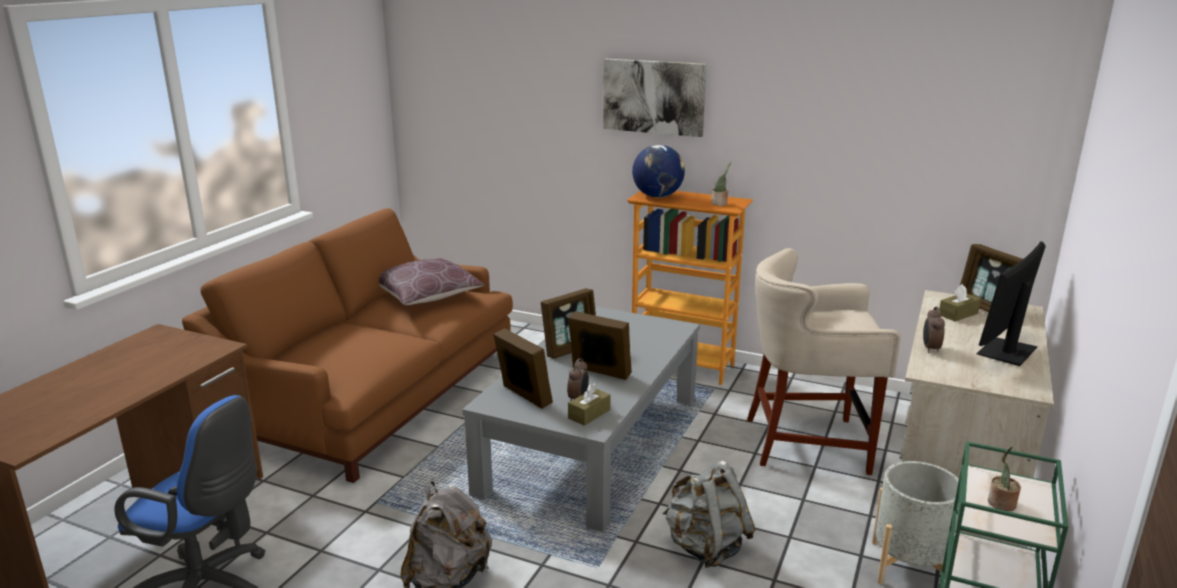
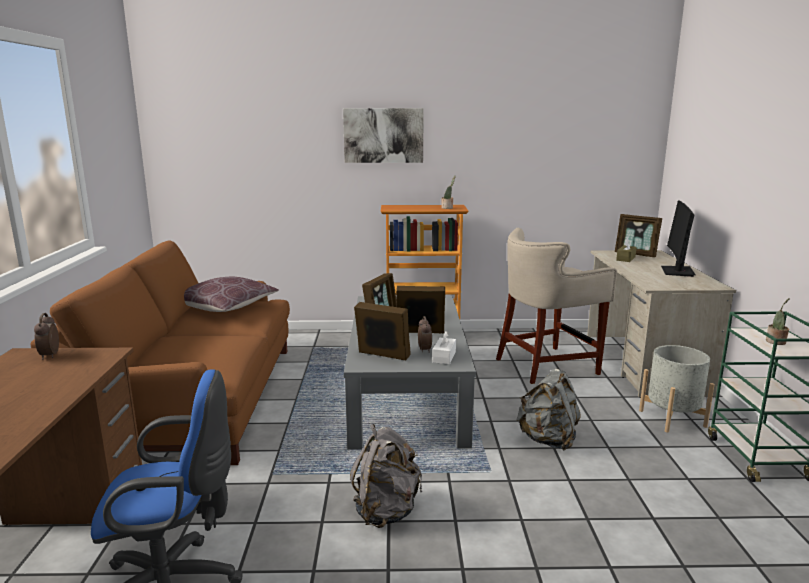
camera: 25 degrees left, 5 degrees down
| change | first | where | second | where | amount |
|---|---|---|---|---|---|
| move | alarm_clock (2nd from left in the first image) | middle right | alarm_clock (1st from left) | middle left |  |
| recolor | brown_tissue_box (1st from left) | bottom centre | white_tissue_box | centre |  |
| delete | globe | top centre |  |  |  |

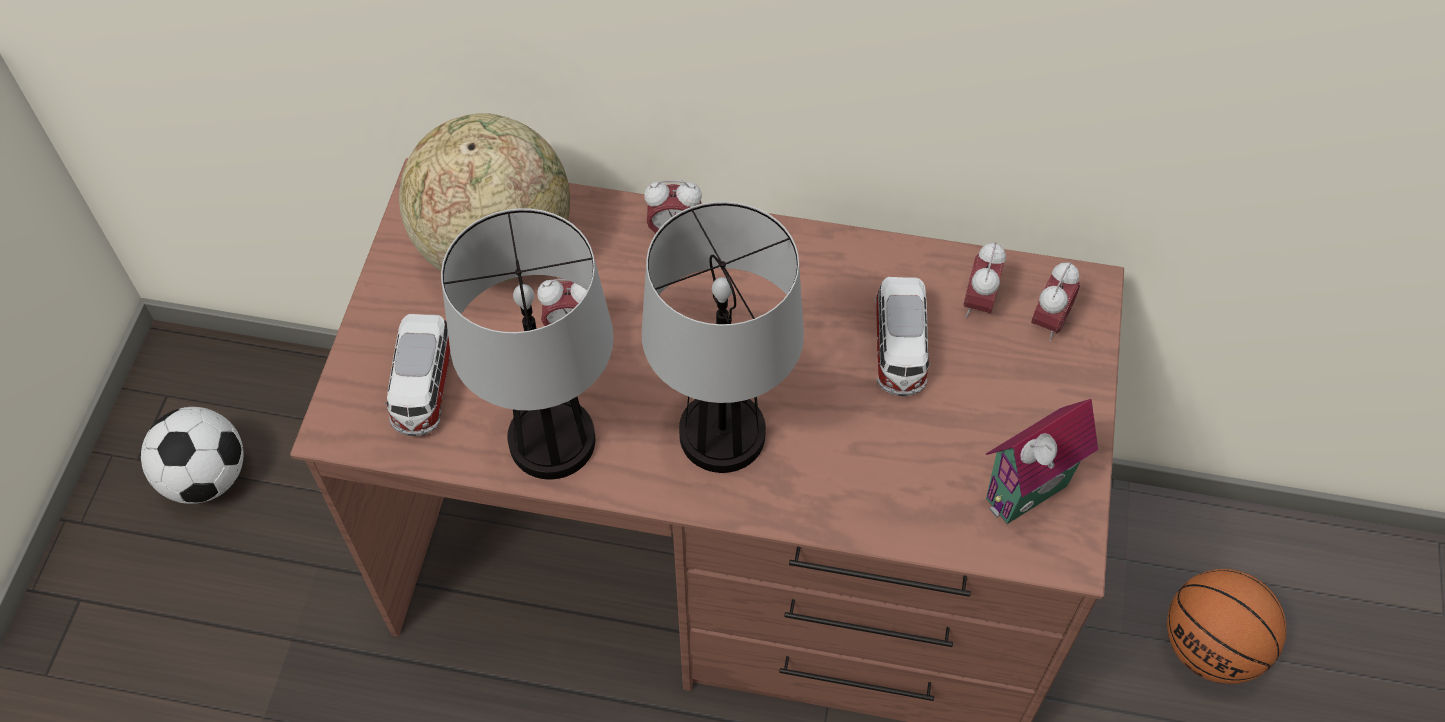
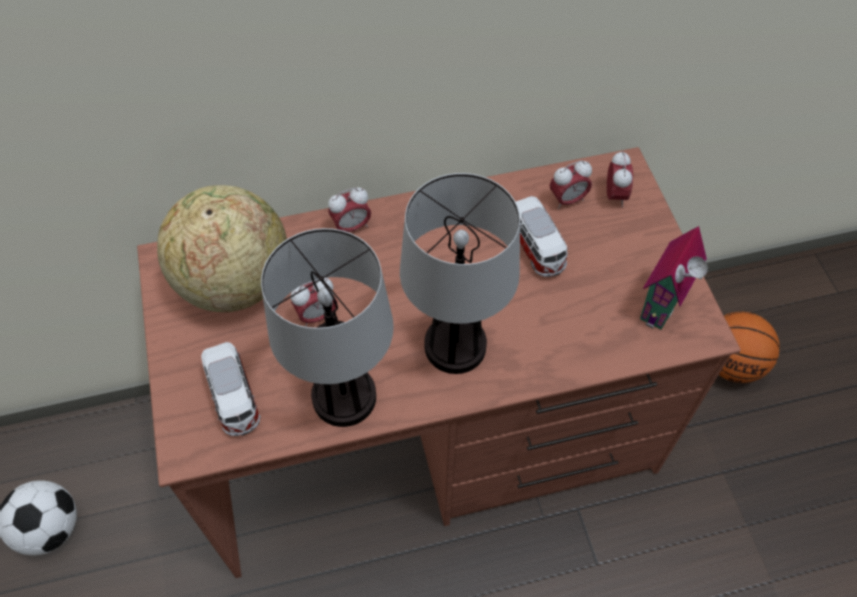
camera: 25 degrees left, 0 degrees up
| change | first | where | second | where | amount |
|---|---|---|---|---|---|
| rotate | alarm_clock (3rd from left) | middle right |  | top centre | 105 degrees counterclockwise |

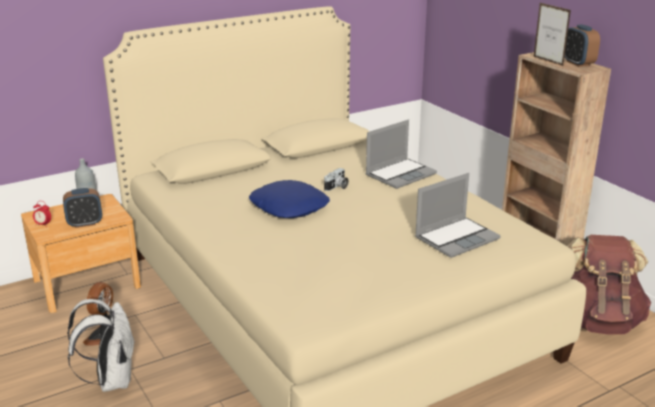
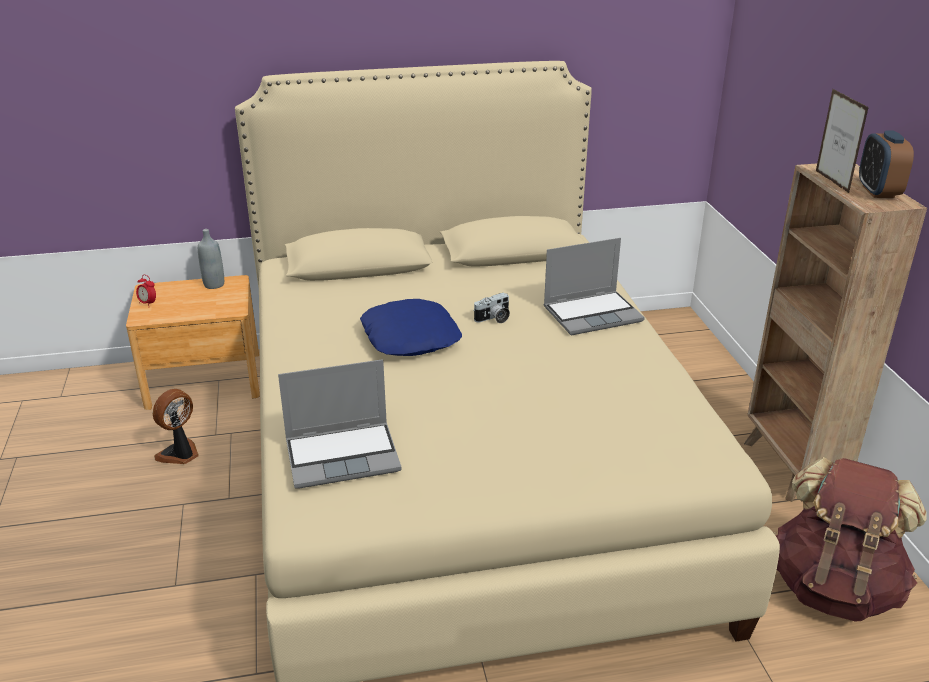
camera: 20 degrees right, 5 degrees up
| change | first | where | second | where | amount |
|---|---|---|---|---|---|
| move | laptop (2nd from left in the first image) | middle right | laptop (1st from left) | centre |  |
| delete | alarm_clock (2nd from left) | middle left |  |  |  |
| delete | white_backpack | bottom left |  |  |  |

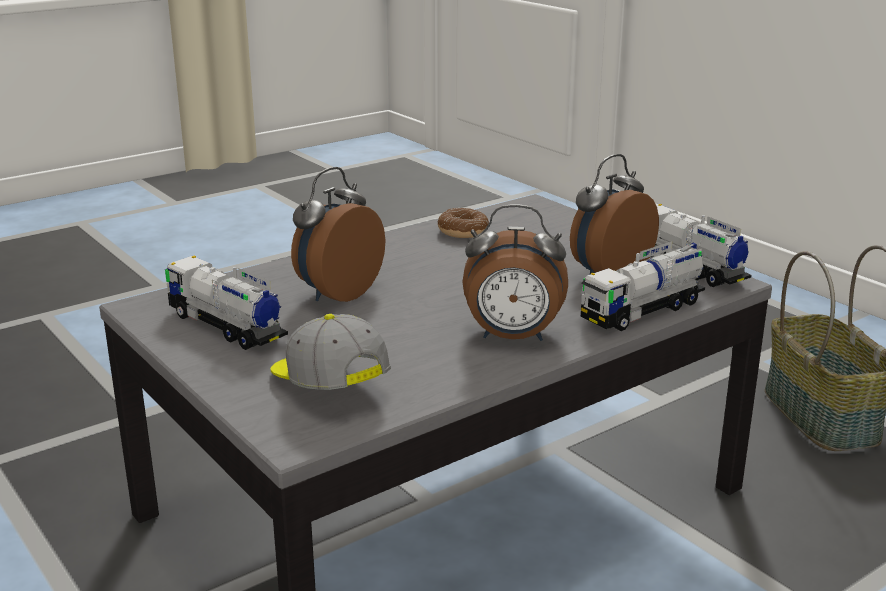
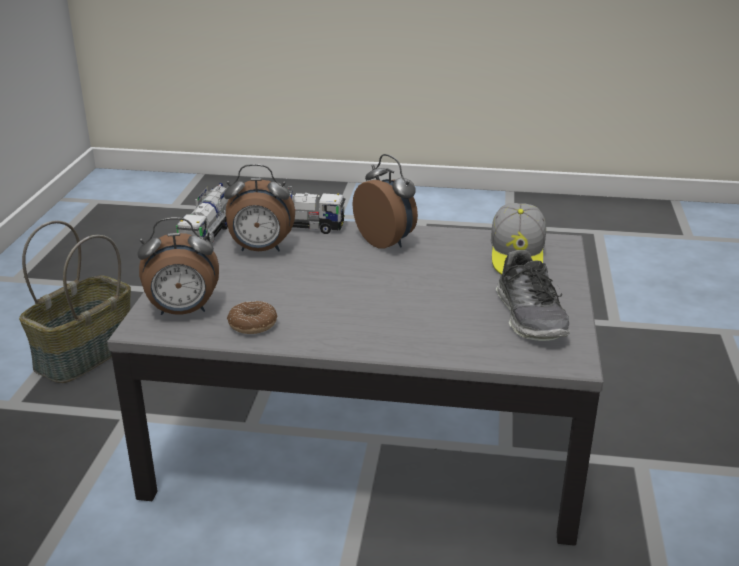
camera: 135 degrees left, 5 degrees up
| change | first | where | second | where | amount |
|---|---|---|---|---|---|
| move | alarm_clock (1st from left) | centre |  | middle left |  |
| replace | toy_truck (1st from left) | middle left | shoe | middle right |  |

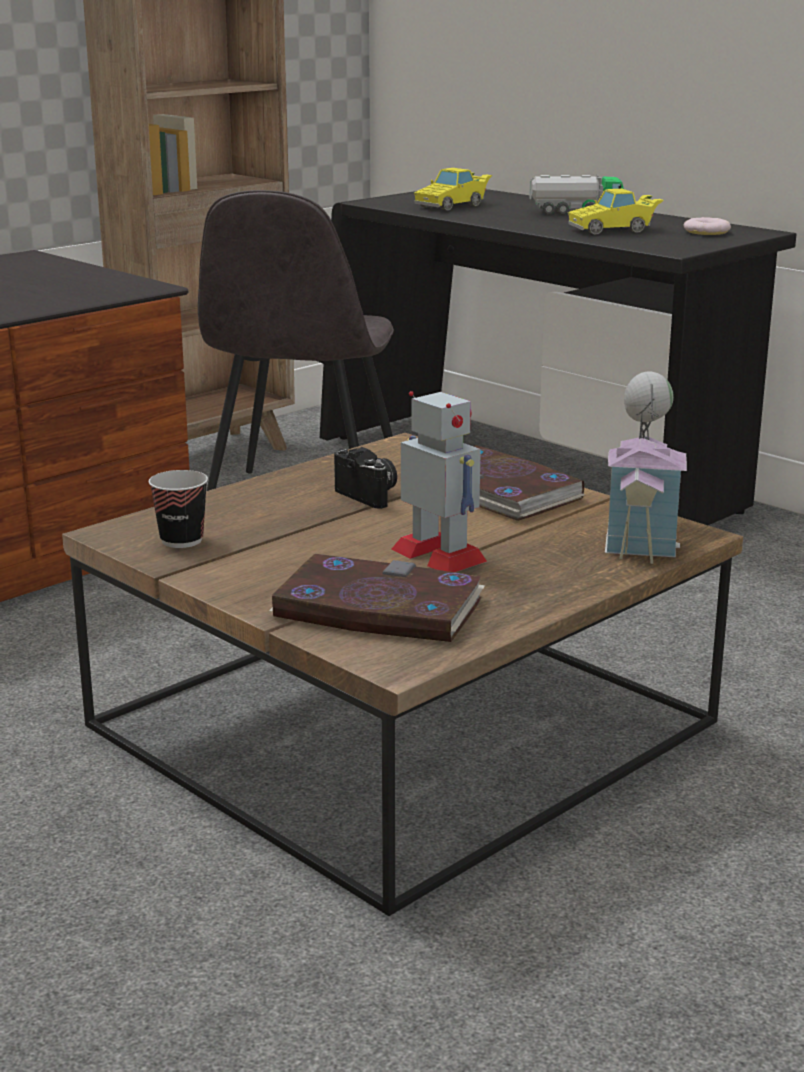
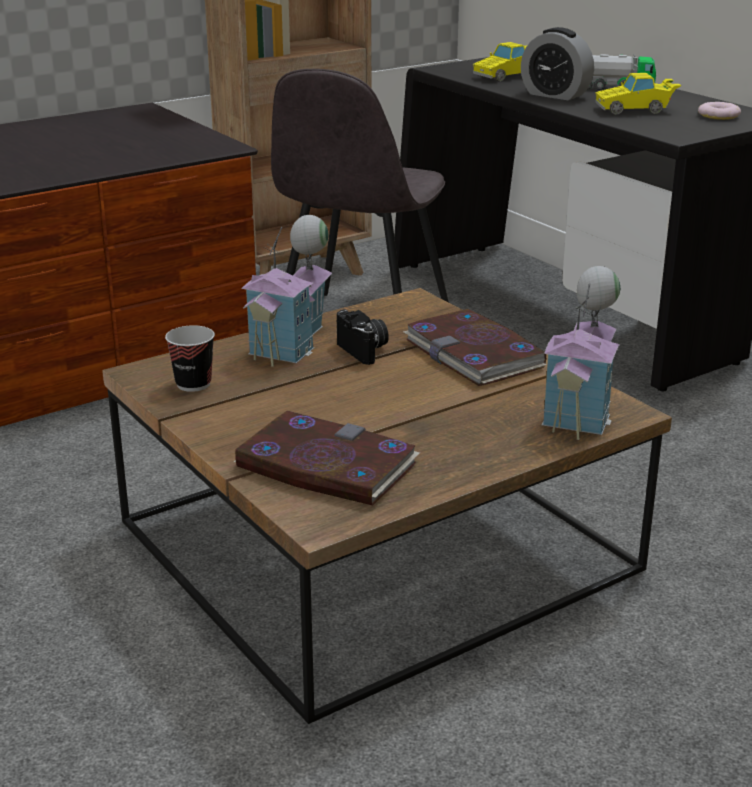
camera: 10 degrees right, 5 degrees up
| change | first | where | second | where | amount |
|---|---|---|---|---|---|
| insert |  |  | toy_house (1st from left) | centre |  |
| insert |  |  | alarm_clock | top right |  |
| delete | toy_robot | centre |  |  |  |

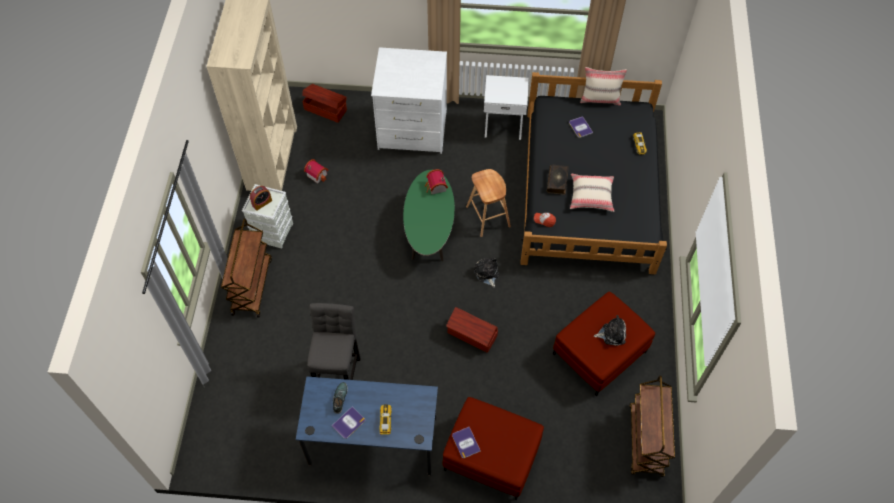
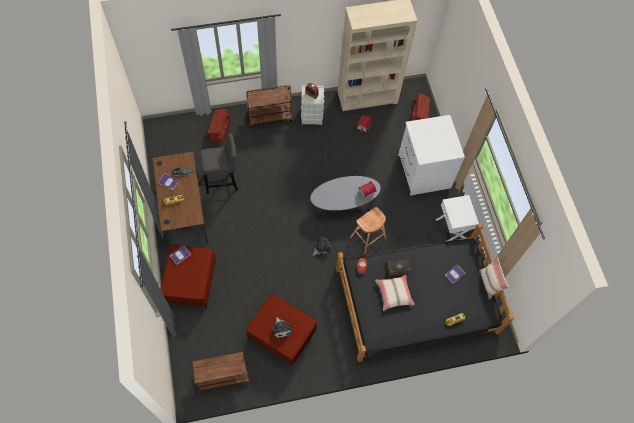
camera: 70 degrees right, 5 degrees up
| change | first | where | second | where | amount |
|---|---|---|---|---|---|
| recolor | blue_desk | bottom centre | brown_desk | middle left |  |
| move | brown_storage_box (2nd from left in the first image) | centre | brown_storage_box (1st from left) | top centre |  |
| recolor | green_coffee_table | centre | grey_coffee_table | centre |  |

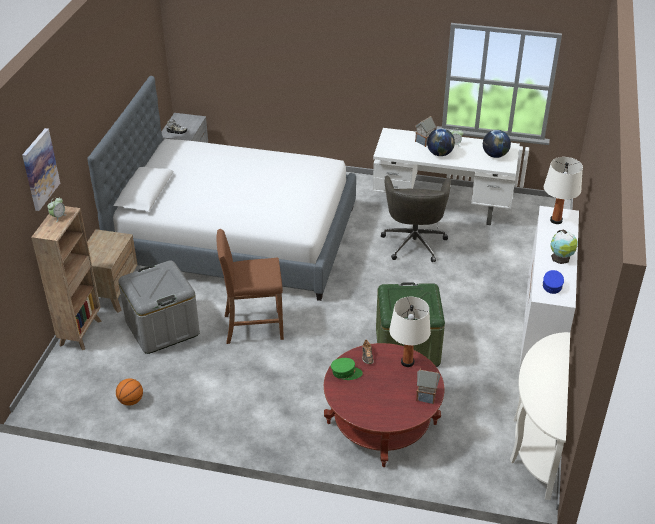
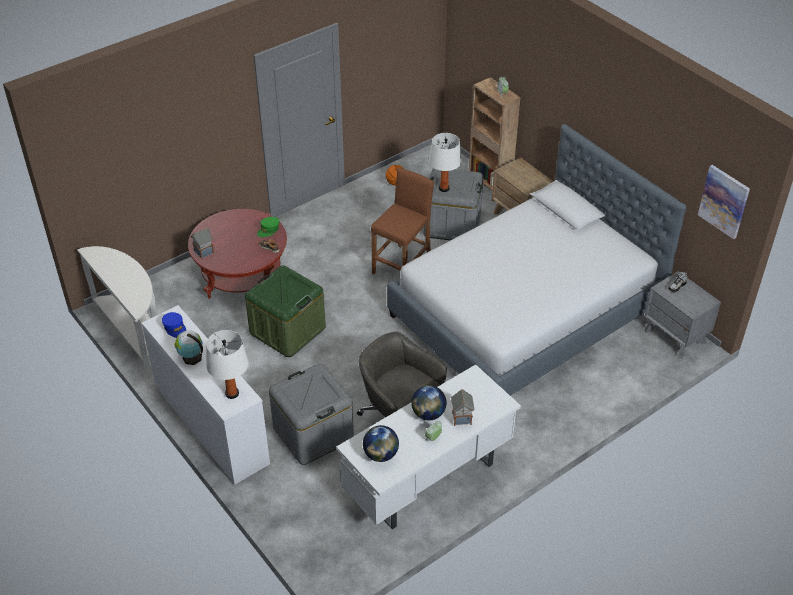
camera: 130 degrees right, 5 degrees up
| change | first | where | second | where | amount |
|---|---|---|---|---|---|
| insert |  |  | grey_storage_box (1st from left) | bottom centre |  |
| move | white_table_lamp (1st from left in the first image) | centre | white_table_lamp (2nd from left) | top centre |  |
| move | picture | top left |  | middle right |  |

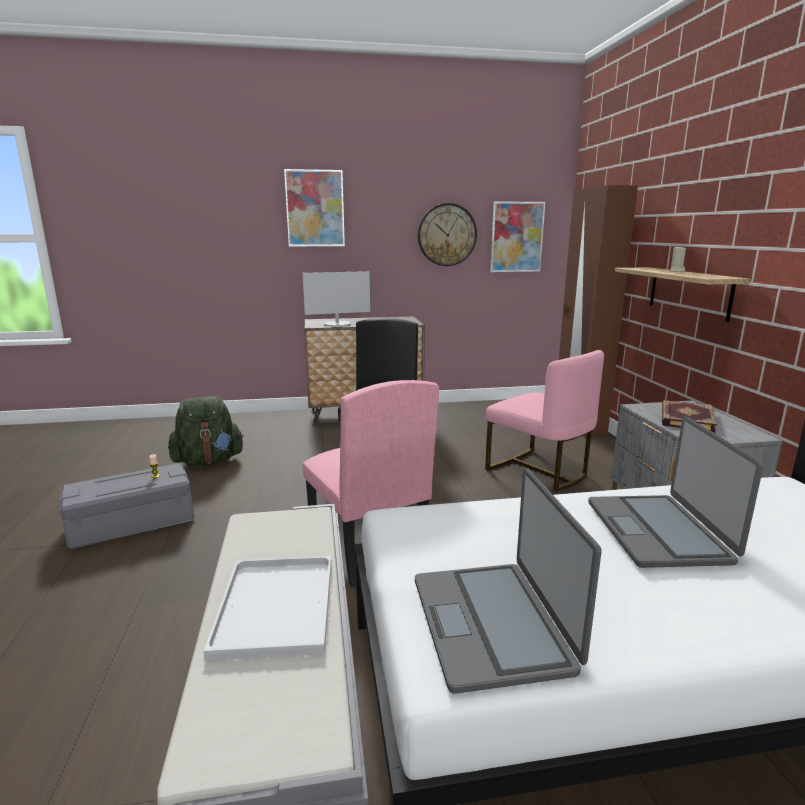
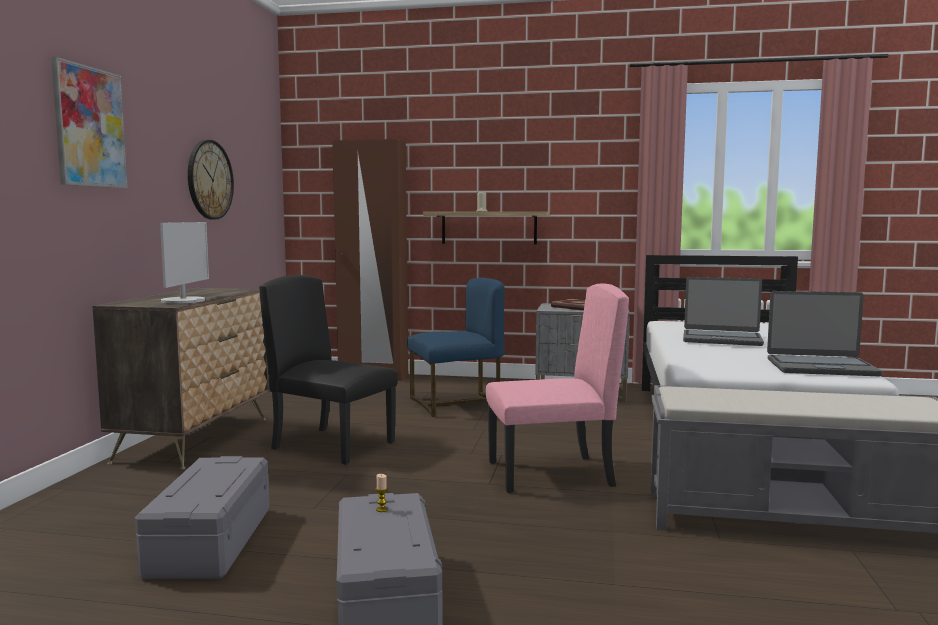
camera: 70 degrees left, 10 degrees down
| change | first | where | second | where | amount |
|---|---|---|---|---|---|
| replace | green_backpack | middle left | grey_storage_box (1st from left) | bottom left |  |
| recolor | pink_chair (2nd from left) | middle right | blue_chair | centre |  |
| delete | white_tray | bottom left |  |  |  |
| delete | picture (2nd from left) | top centre |  |  |  |

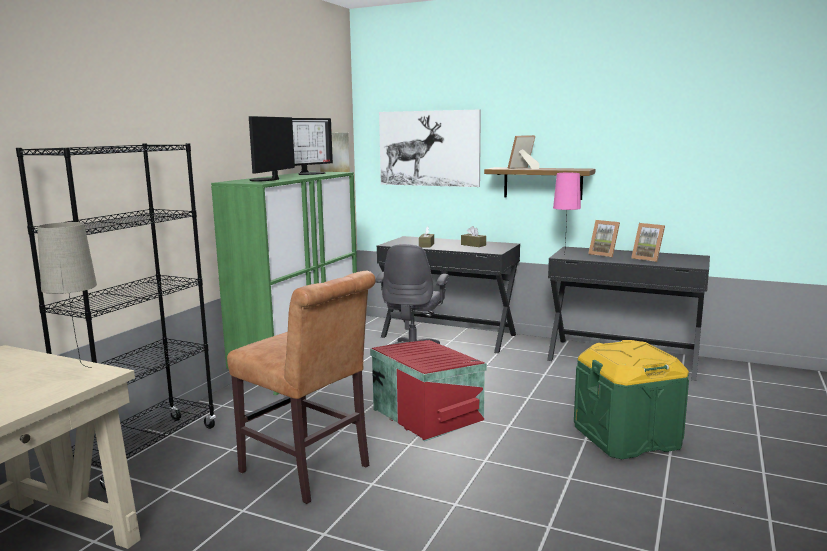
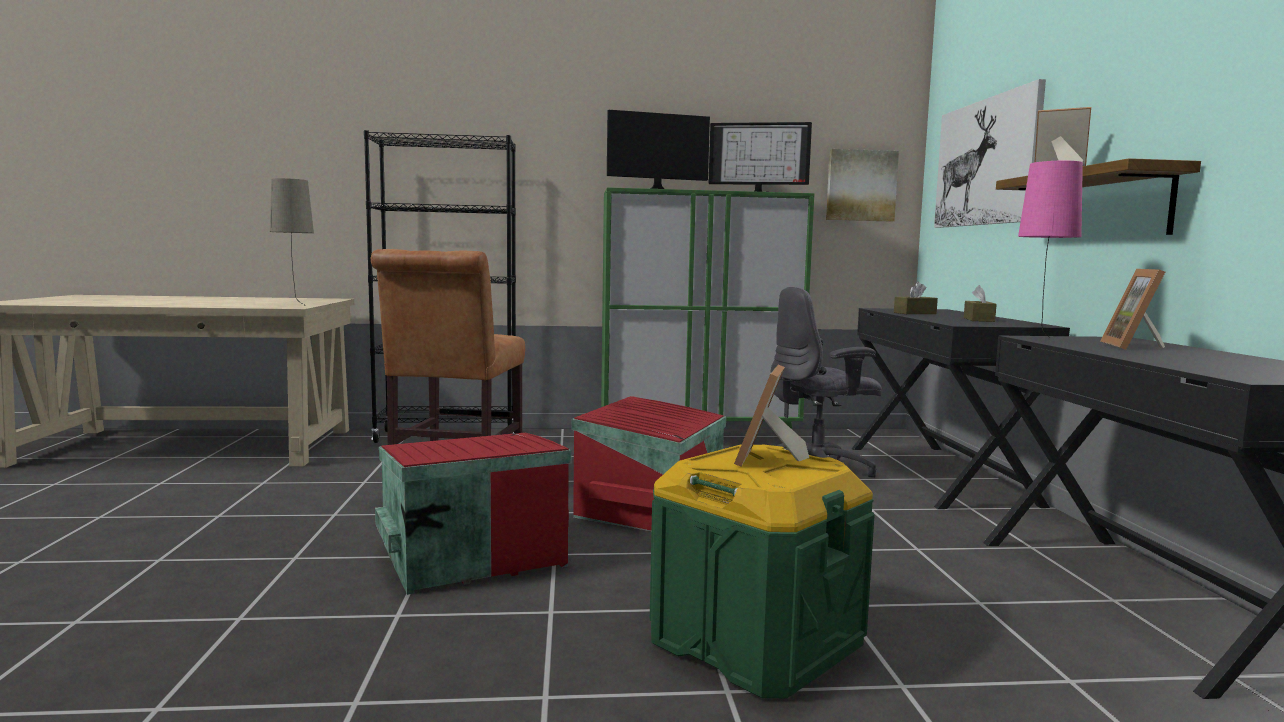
camera: 60 degrees right, 5 degrees down
| change | first | where | second | where | amount |
|---|---|---|---|---|---|
| insert |  |  | red_storage_box (1st from left) | bottom centre |  |
| move | picture_frame (3rd from left in the first image) | middle right | picture_frame (1st from left) | centre |  |

